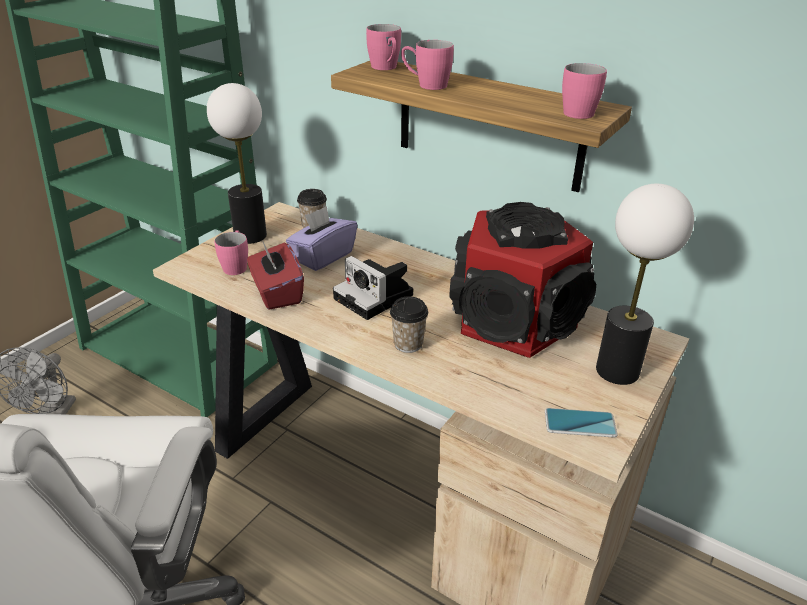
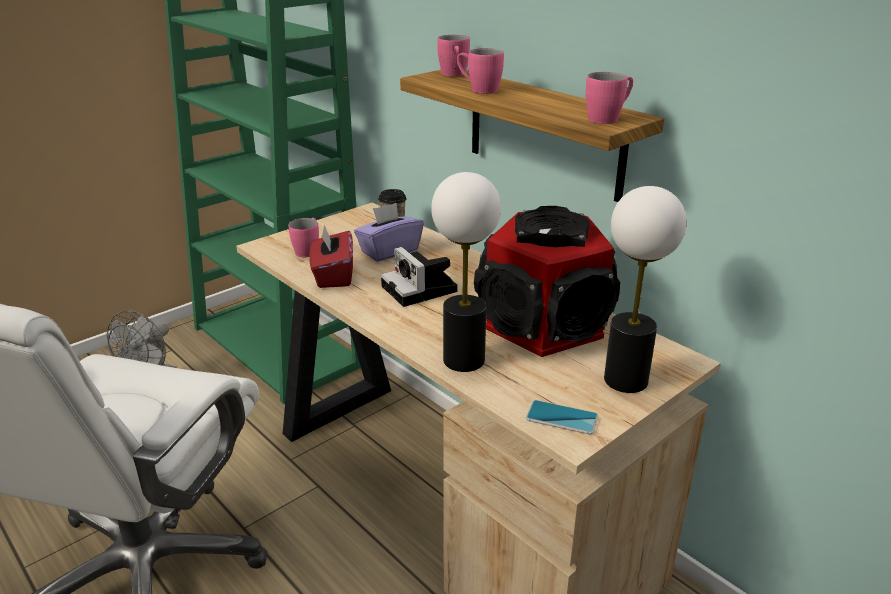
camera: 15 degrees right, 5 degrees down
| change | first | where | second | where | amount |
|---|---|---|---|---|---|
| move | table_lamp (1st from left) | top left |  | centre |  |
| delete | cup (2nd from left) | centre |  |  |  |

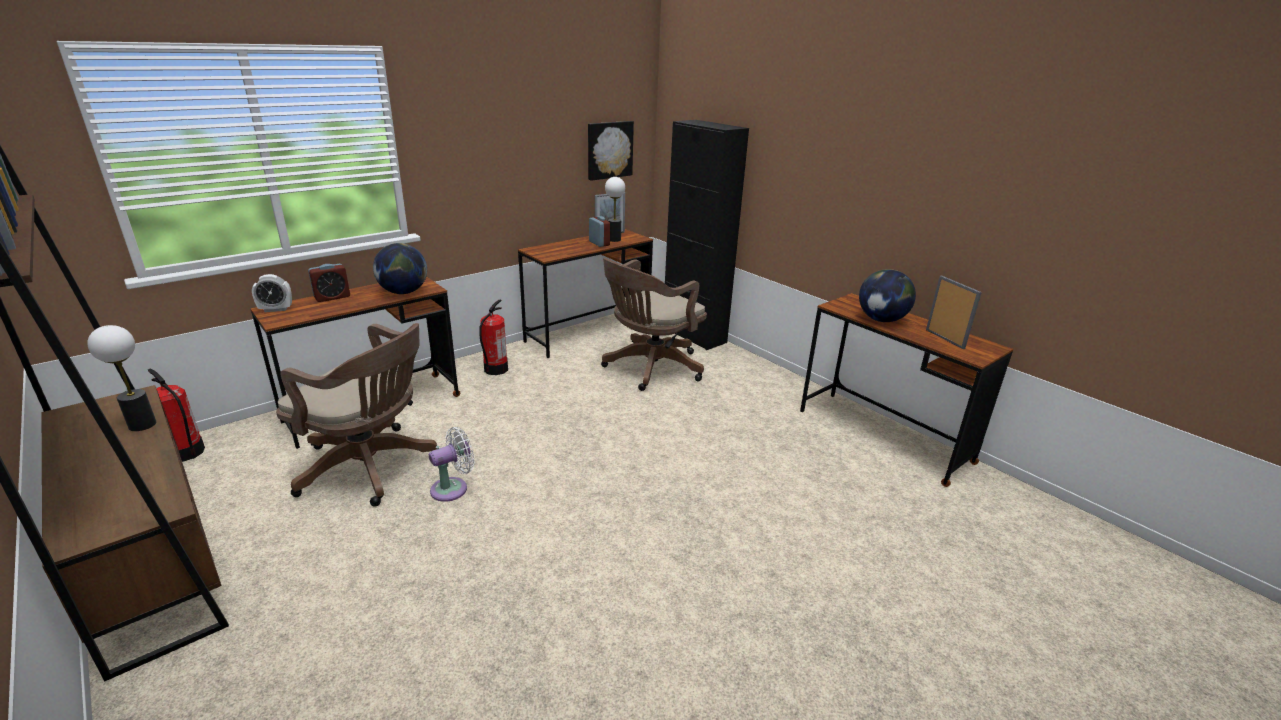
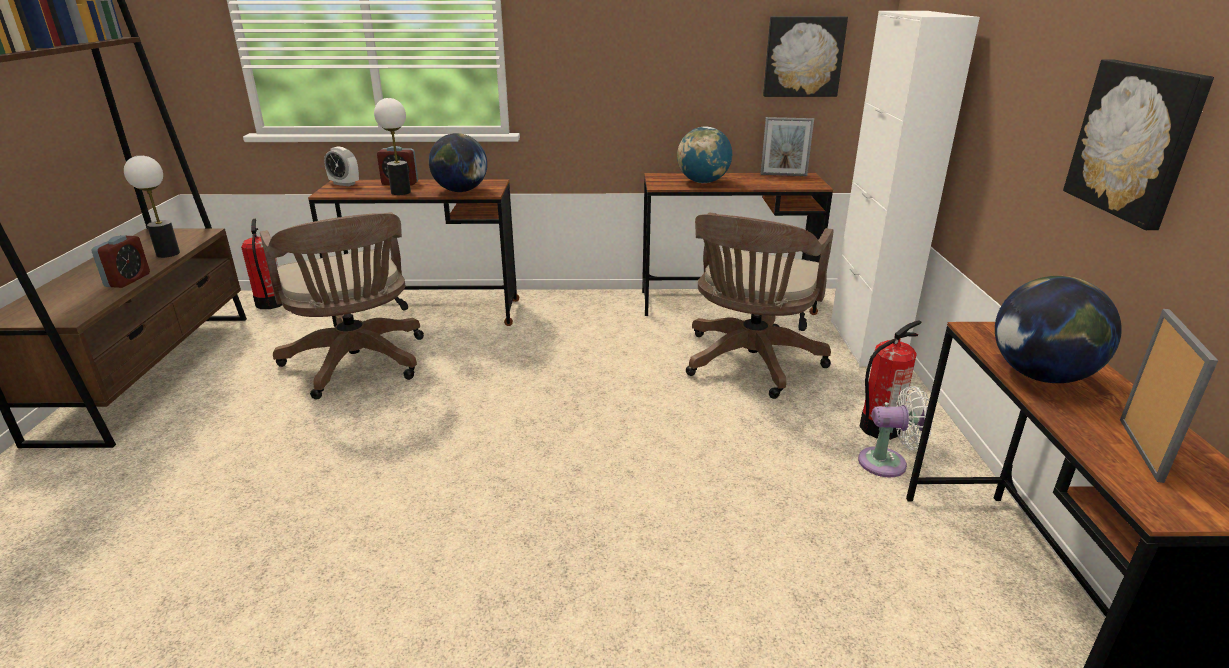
camera: 40 degrees right, 0 degrees up
| change | first | where | second | where | amount |
|---|---|---|---|---|---|
| move | alarm_clock (3rd from left in the first image) | top centre | alarm_clock (1st from left) | middle left |  |
| move | table_lamp (2nd from left) | top centre |  | top left |  |
| insert |  |  | globe (2nd from left) | top centre |  |
| rotate | brown_office_chair (2nd from left) | centre |  | centre | 60 degrees counterclockwise |
| recolor | black_cabinet | top centre | white_cabinet | top right |  |
| move | white_fan | centre |  | middle right |  |
| move | fire_extinguisher (2nd from left) | centre |  | middle right |  |
| insert |  |  | picture (2nd from left) | top right |  |

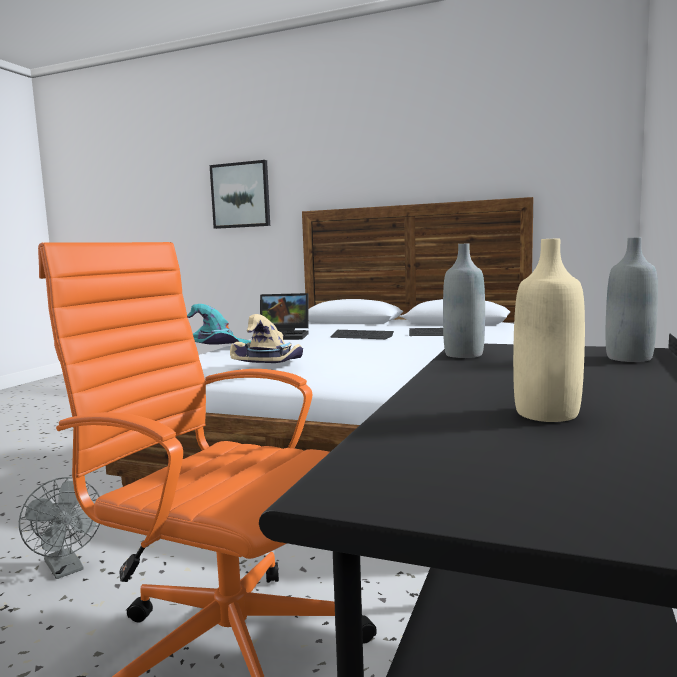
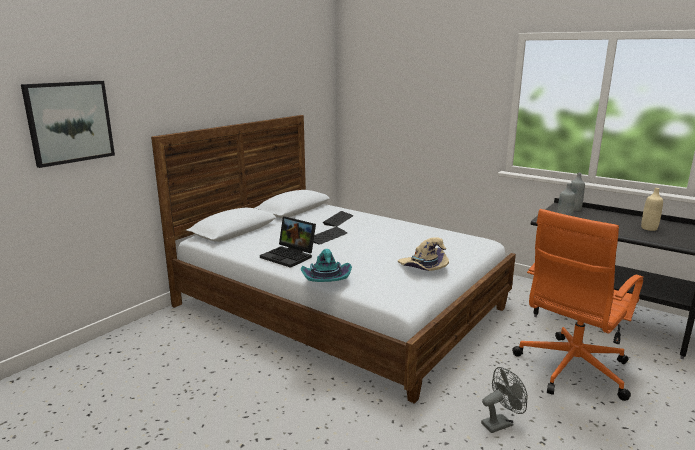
camera: 75 degrees left, 10 degrees up
| change | first | where | second | where | amount |
|---|---|---|---|---|---|
| rotate | laptop | centre |  | centre | 105 degrees clockwise |

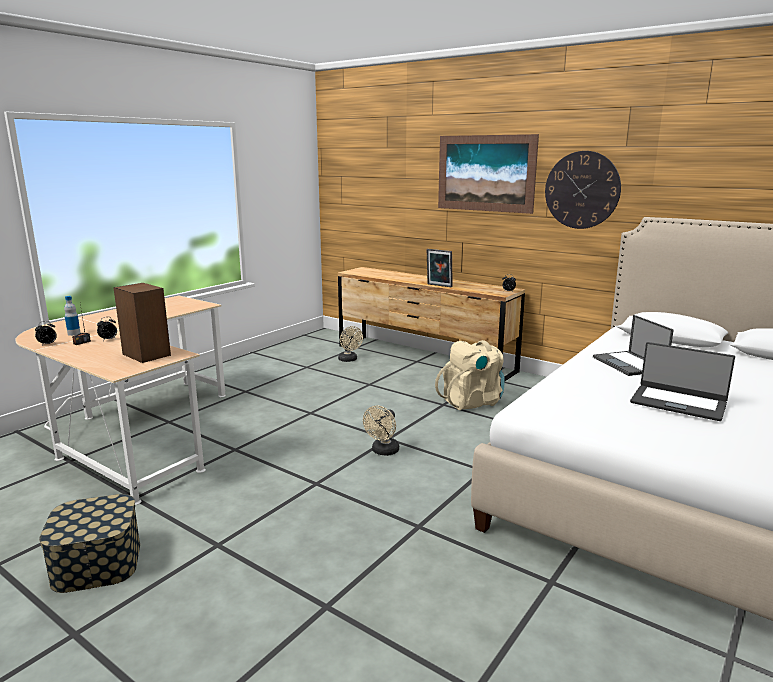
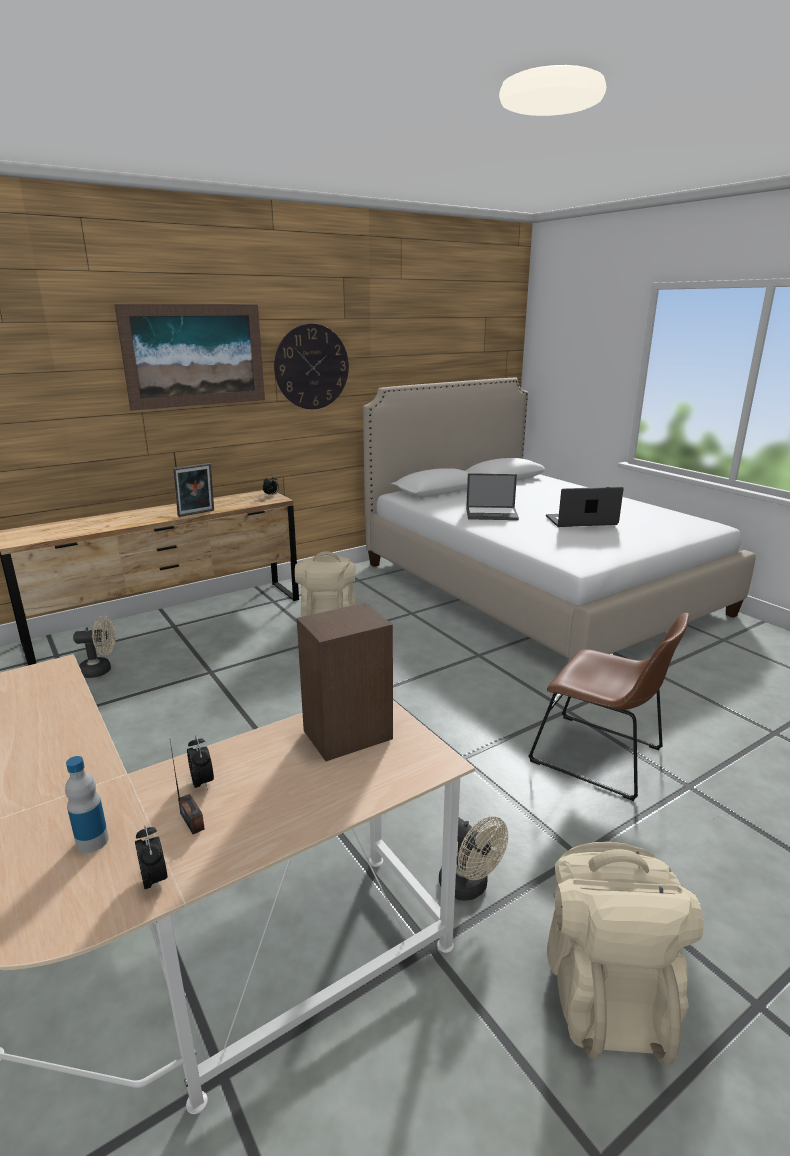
camera: 70 degrees left, 5 degrees up
| change | first | where | second | where | amount |
|---|---|---|---|---|---|
| move | beige_fan (2nd from left) | centre |  | bottom centre |  |
| insert |  |  | brown_chair | middle right |  |
| rotate | laptop (2nd from left) | middle right |  | middle right | 150 degrees counterclockwise |
| replace | storage_box | bottom left | beige_backpack (2nd from left) | bottom right |  |

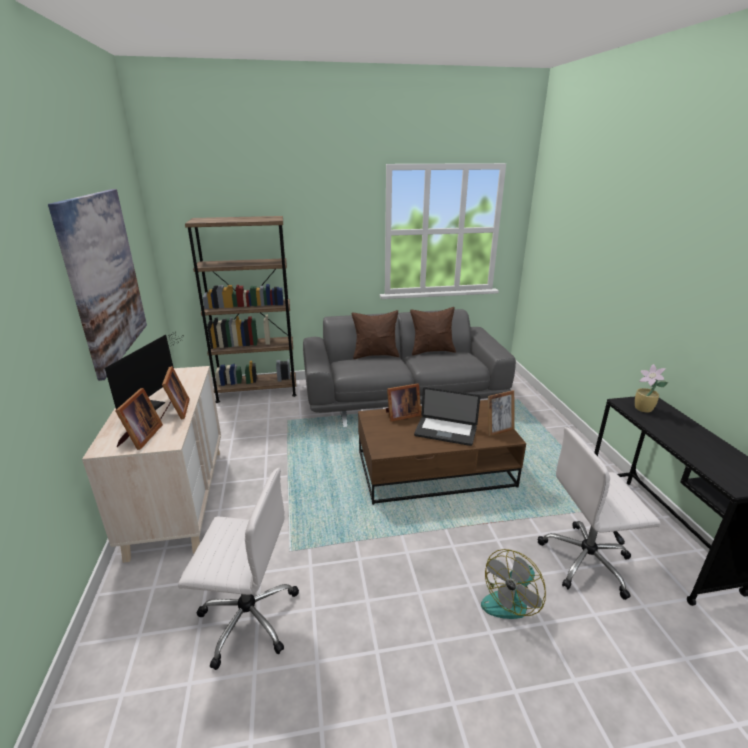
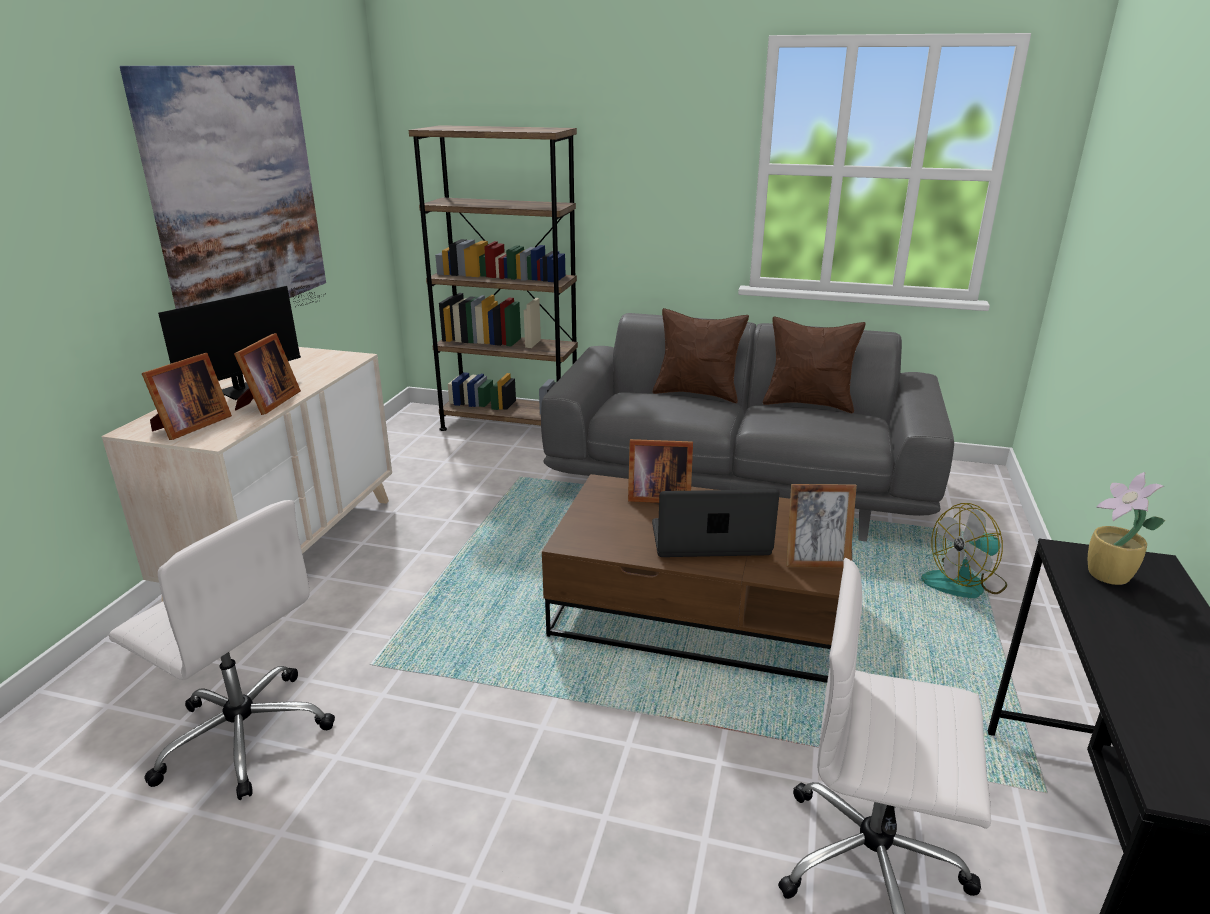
camera: 25 degrees right, 0 degrees up
| change | first | where | second | where | amount |
|---|---|---|---|---|---|
| rotate | laptop | centre |  | centre | 135 degrees clockwise |
| move | fan | bottom right |  | middle right |  |

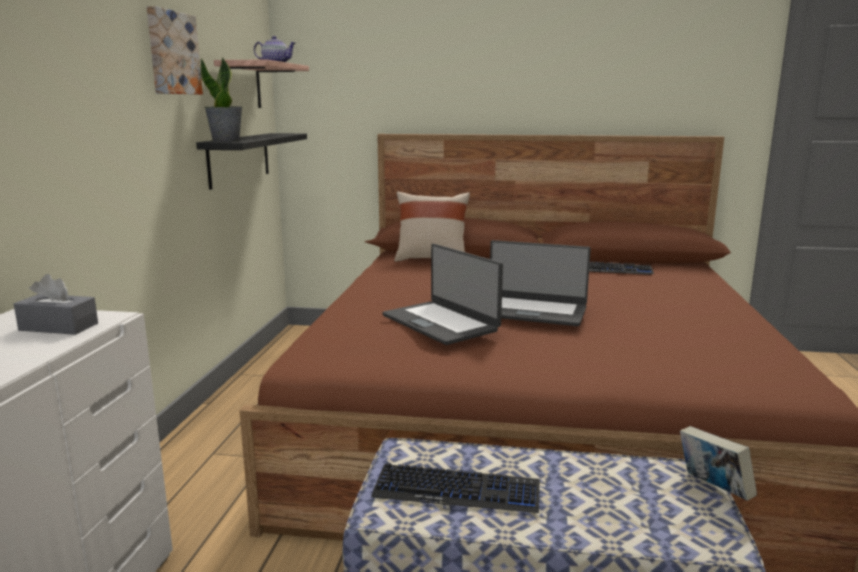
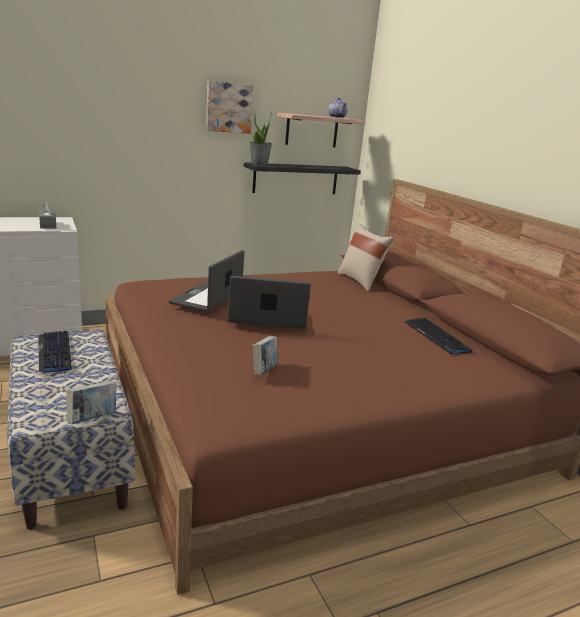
camera: 55 degrees right, 5 degrees up
| change | first | where | second | where | amount |
|---|---|---|---|---|---|
| rotate | laptop (2nd from left) | centre |  | centre | 105 degrees clockwise |
| insert |  |  | book (2nd from left) | centre |  |

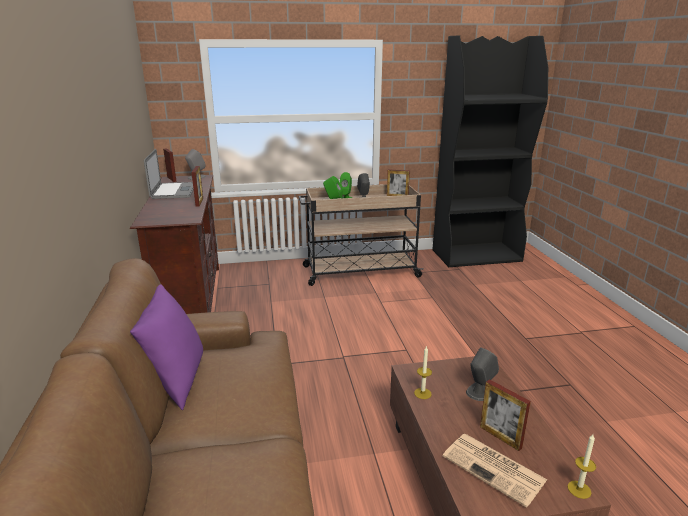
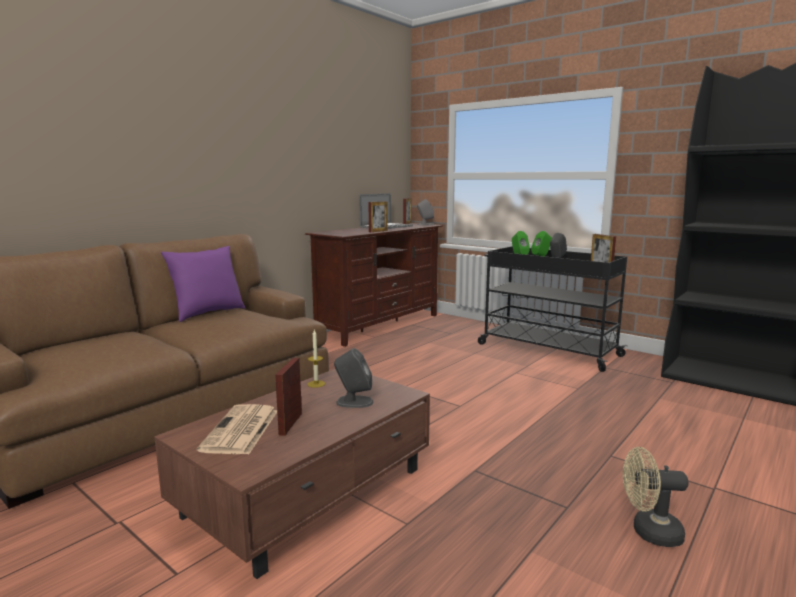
camera: 50 degrees right, 10 degrees down
| change | first | where | second | where | amount |
|---|---|---|---|---|---|
| recolor | beige_cart | centre | black_cart | middle right |  |
| insert |  |  | beige_fan | bottom right |  |
| delete | candle (2nd from left) | bottom right |  |  |  |

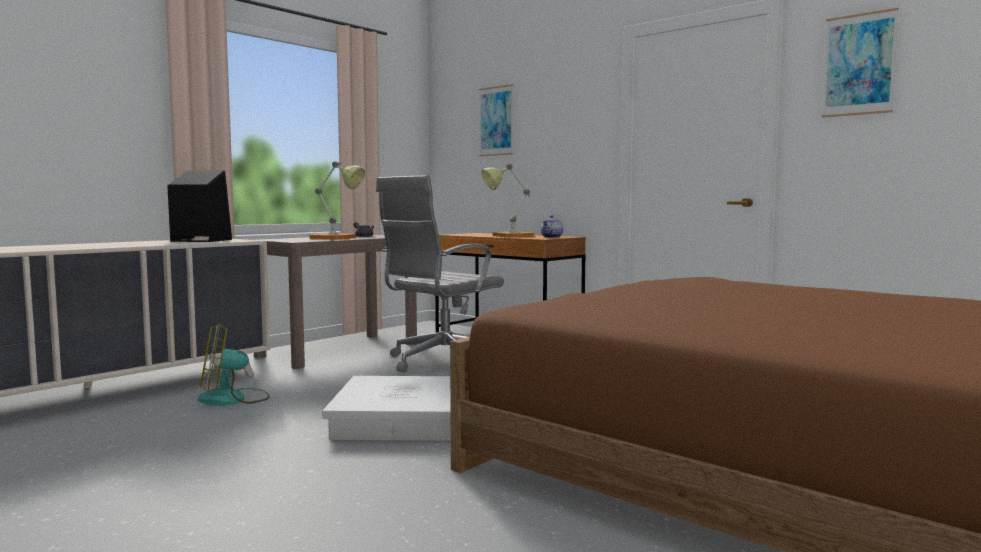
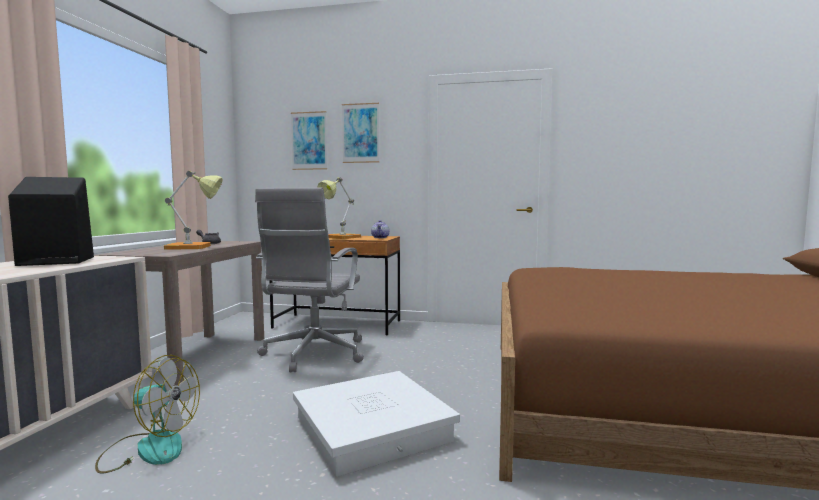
camera: 30 degrees left, 0 degrees up
| change | first | where | second | where | amount |
|---|---|---|---|---|---|
| rotate | fan | middle left |  | bottom left | 120 degrees counterclockwise |
| move | picture (2nd from left) | top right |  | top centre |  |

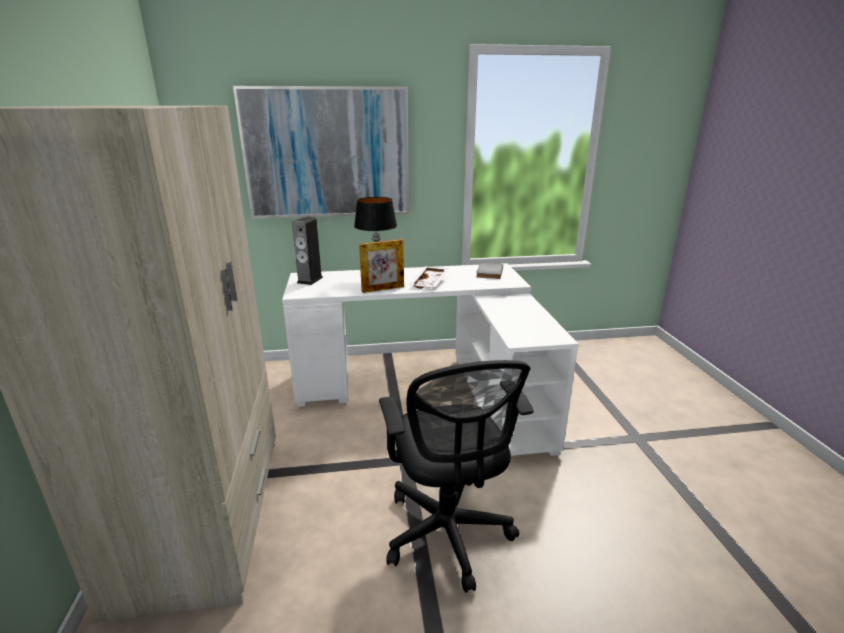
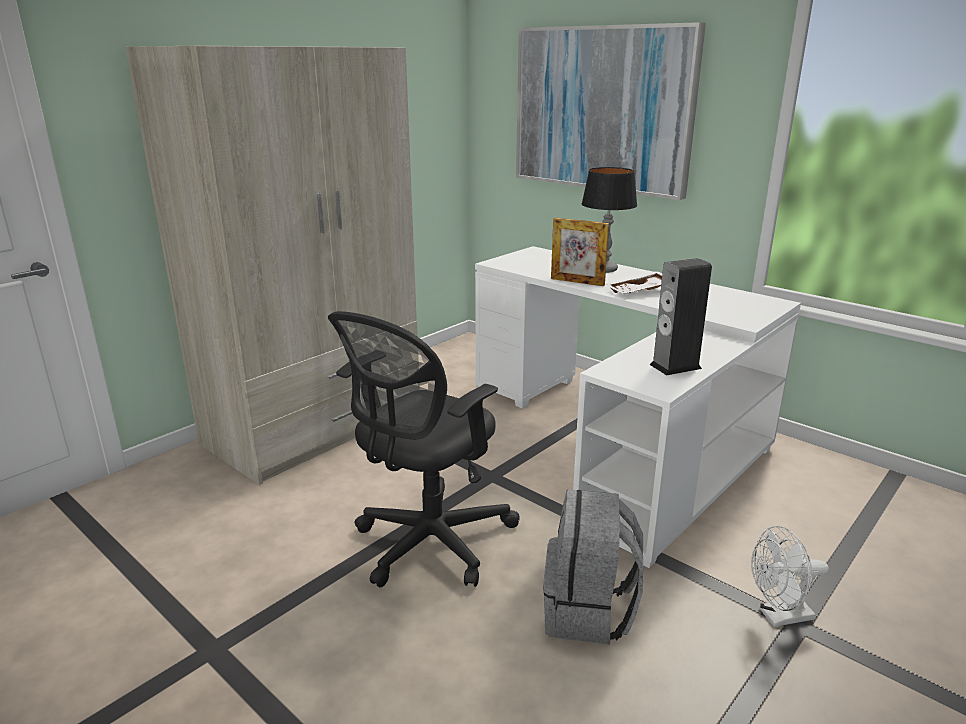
camera: 50 degrees right, 0 degrees up
| change | first | where | second | where | amount |
|---|---|---|---|---|---|
| insert |  |  | grey_backpack | bottom centre |  |
| move | speaker | centre |  | middle right |  |
| insert |  |  | white_fan | bottom right |  |
| delete | grey_book | centre |  |  |  |

